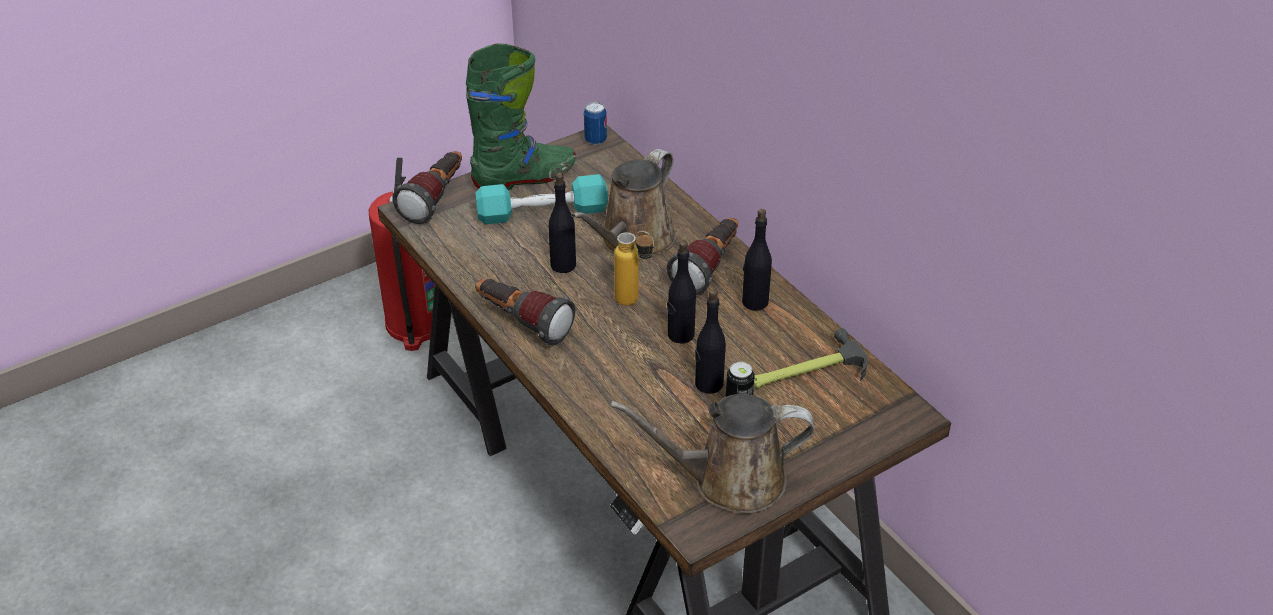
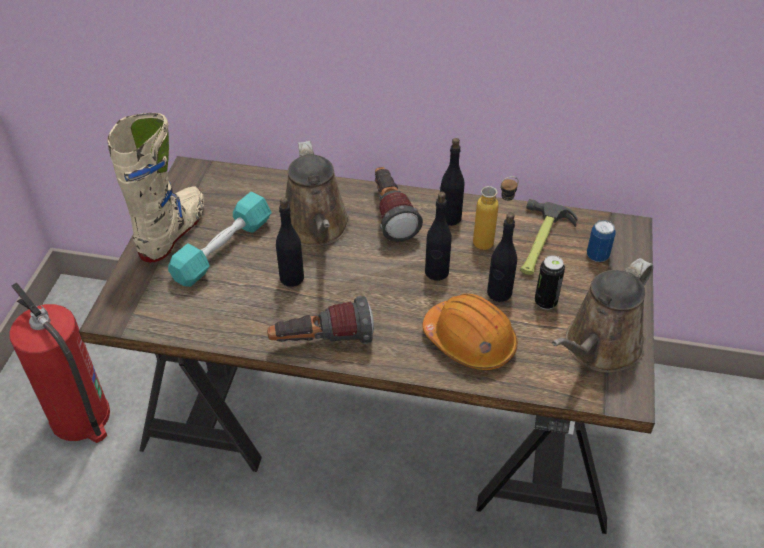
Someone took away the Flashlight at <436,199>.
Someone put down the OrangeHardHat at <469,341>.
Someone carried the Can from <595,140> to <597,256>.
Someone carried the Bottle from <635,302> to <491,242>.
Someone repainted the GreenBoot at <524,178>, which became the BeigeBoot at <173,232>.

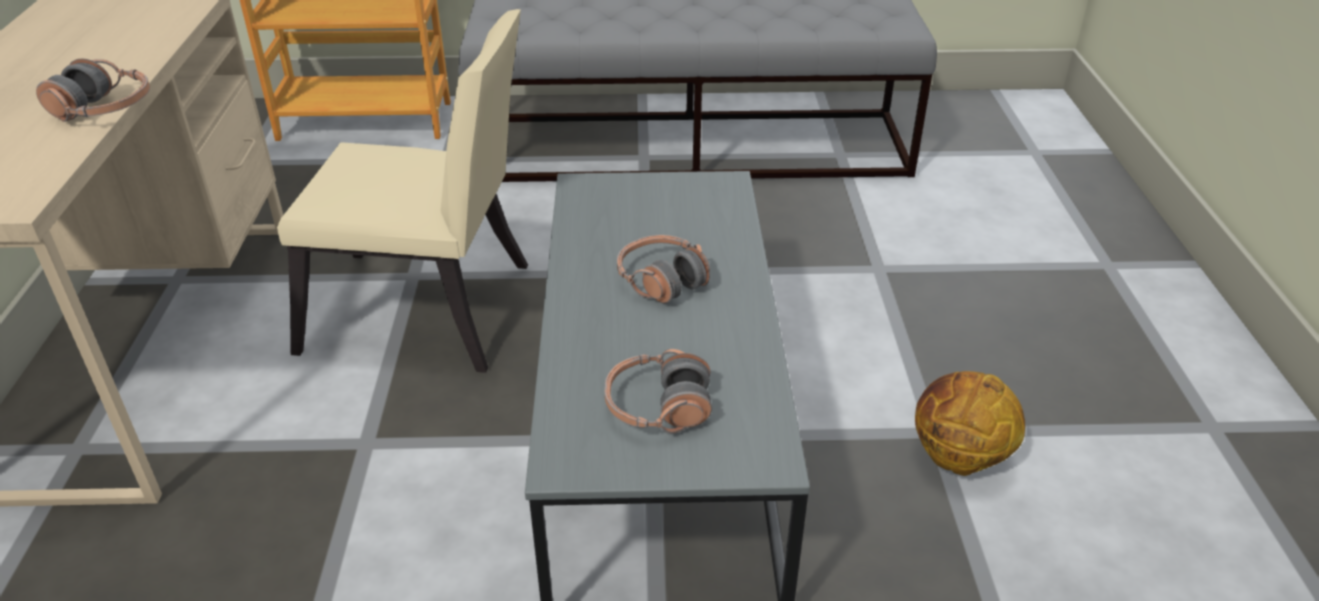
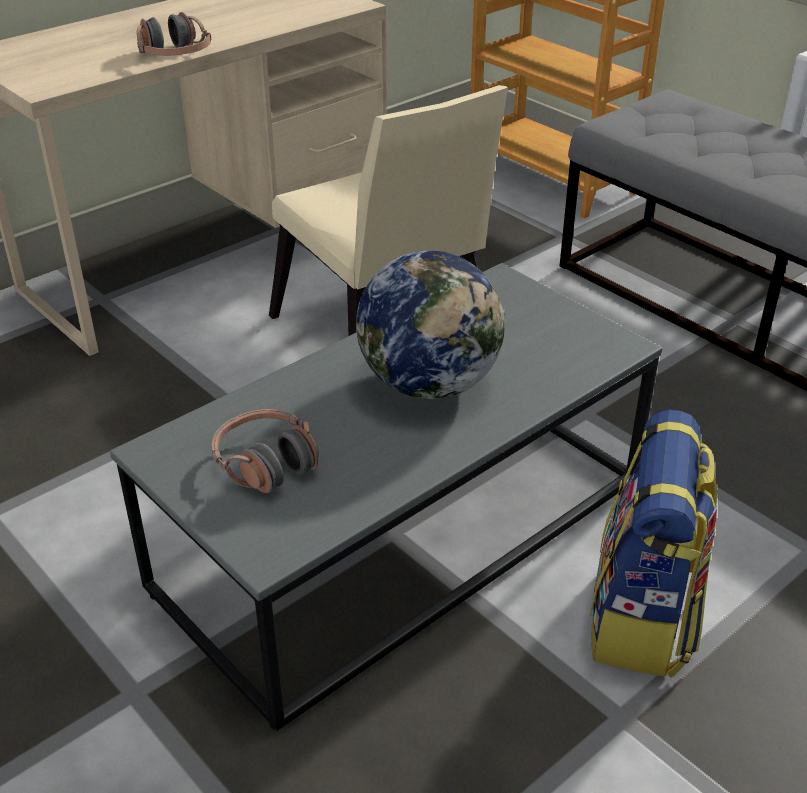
Someone took away the Basketball at <958,458>.
Someone put down the Backpack at <643,618>.
Someone swapped the Headphones at <662,280> for the Globe at <430,383>.

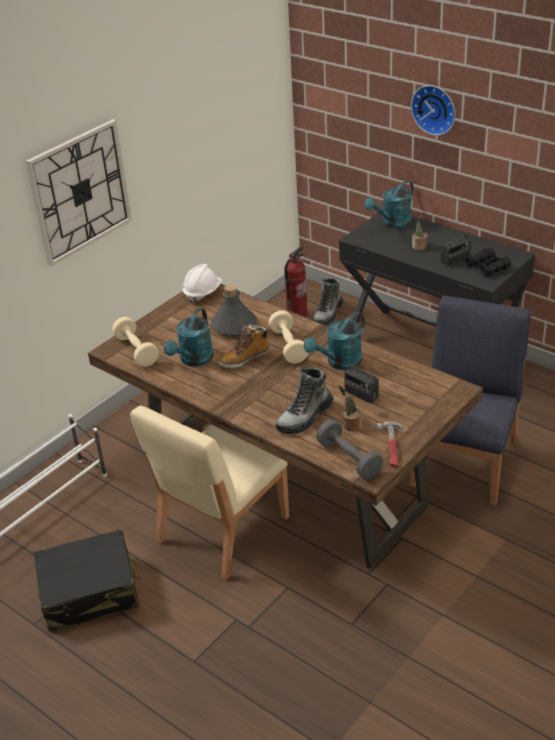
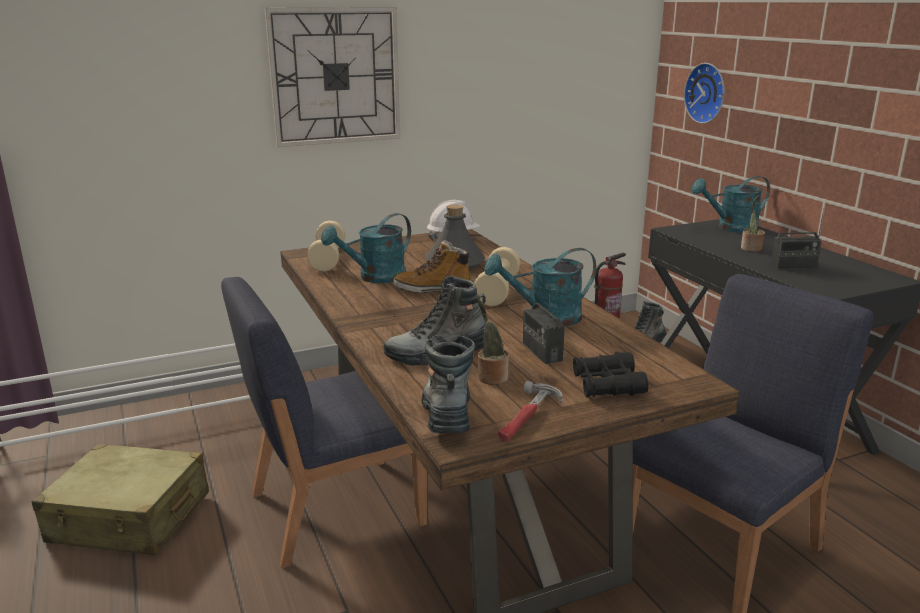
Someone carried the WallClock from <435,109> to <707,93>.
Someone carried the BlackBinoculars from <487,267> to <607,385>.
Someone swapped the GreyDumbbell at <349,459> for the Boot at <447,411>.
Someone repainted the BlackSuitcase at <90,592>, which became the BeigeSuitcase at <130,518>.
Someone repainted the BeigeChair at <221,530>, which became the BlueChair at <333,508>.

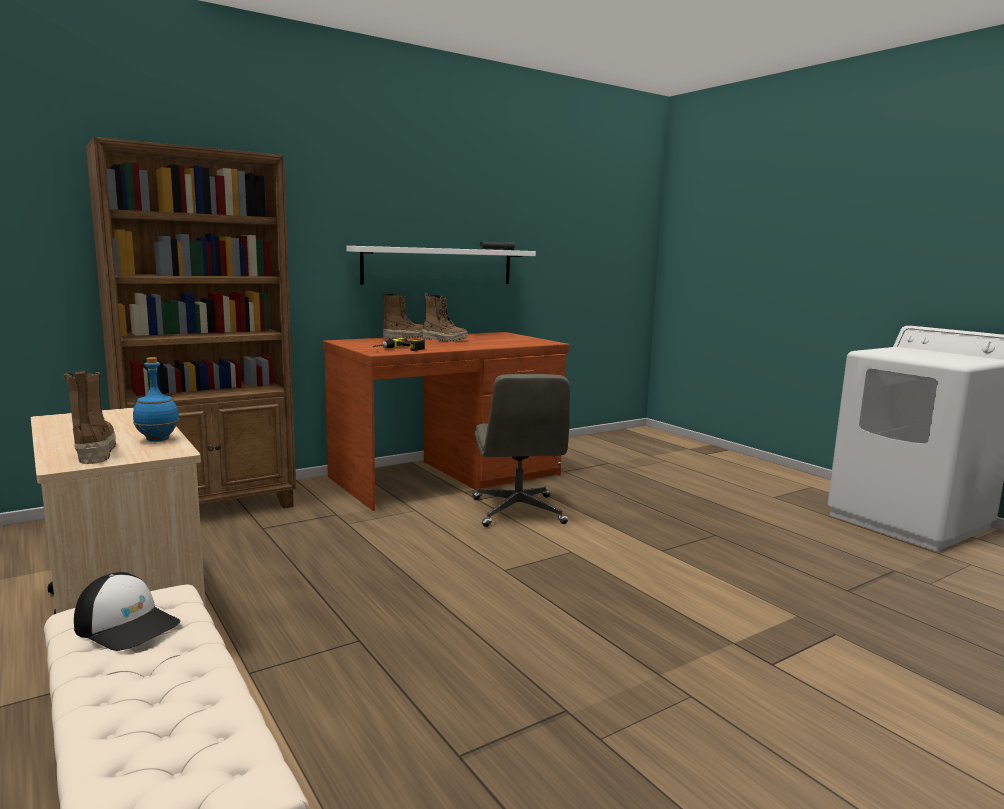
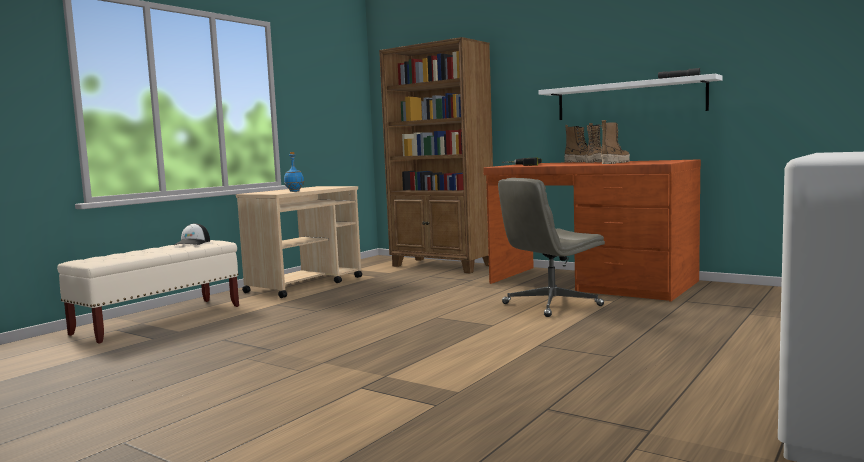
Someone carried the Boot from <94,452> to <615,163>.

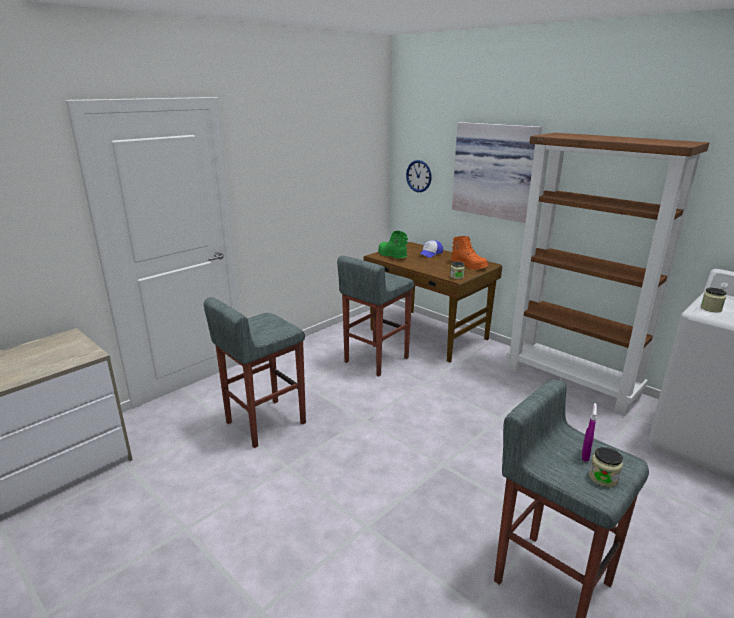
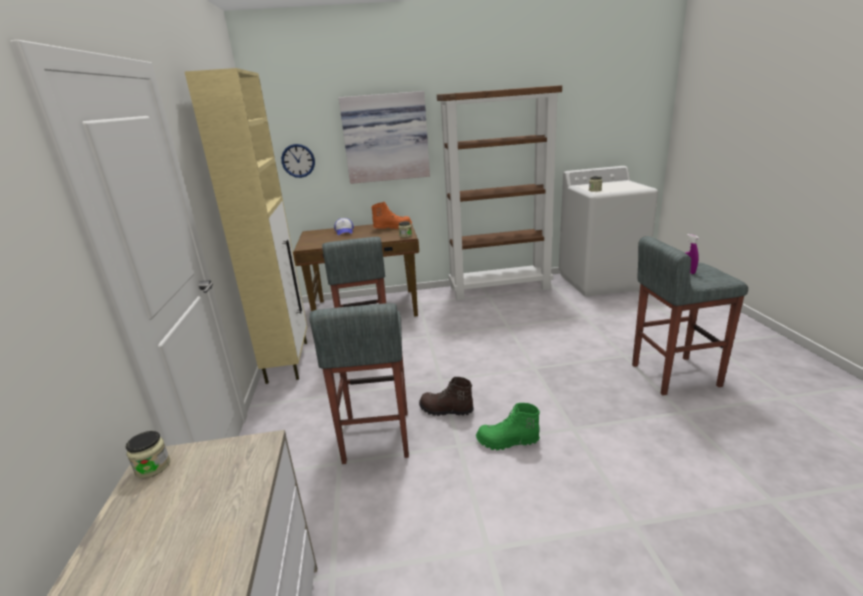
Someone put down the BeigeCabinet at <288,361>.
Someone put down the BrownBoot at <446,410>.
Someone carried the GreenBoot from <391,255> to <507,442>.
Someone carried the Jar from <603,478> to <153,467>.

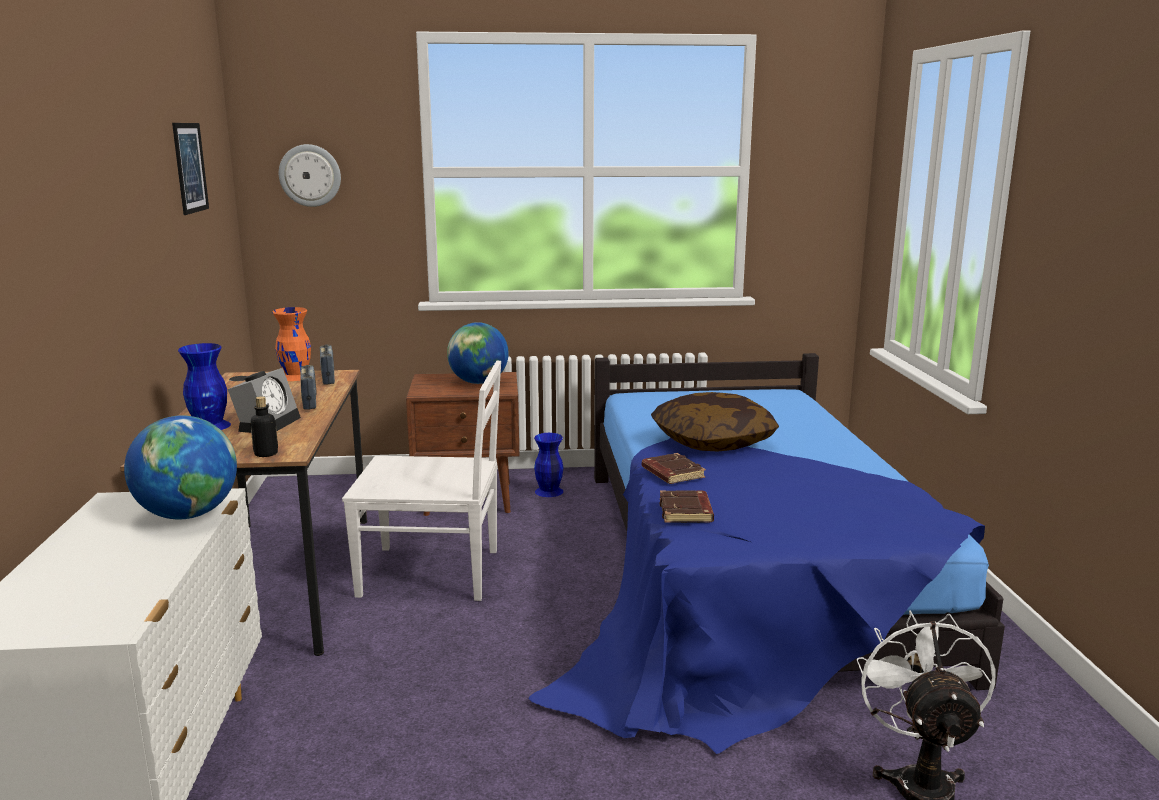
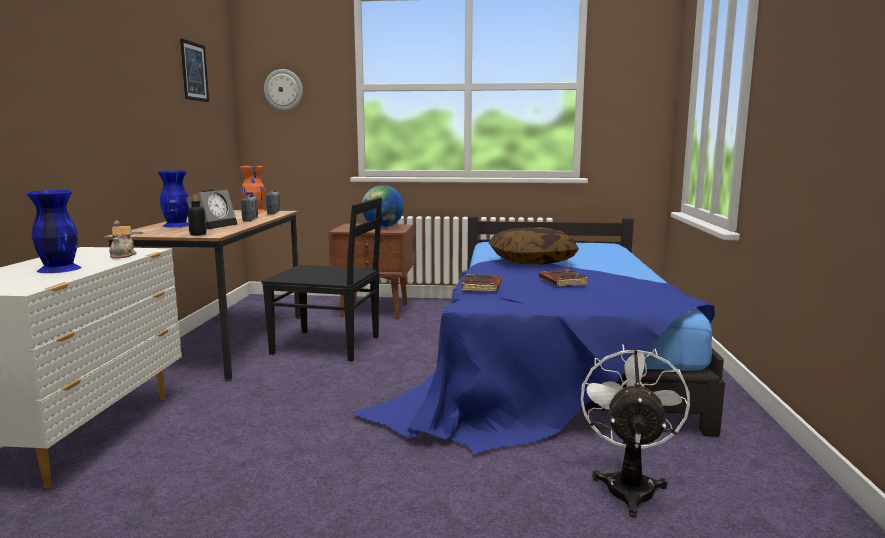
Someone carried the BlueVase from <548,491> to <58,269>.
Someone carried the BrownBook from <671,473> to <561,282>.
Someone swapped the Globe at <188,515> for the Teapot at <123,255>.
Someone repainted the WhiteChair at <433,573>, which became the BlackChair at <329,345>.

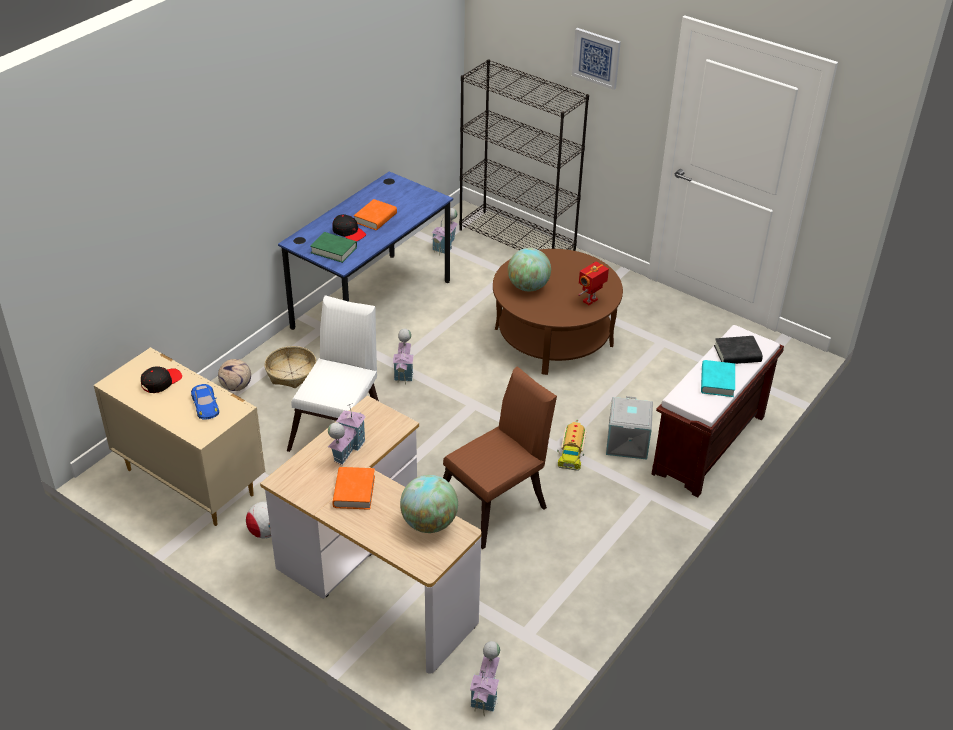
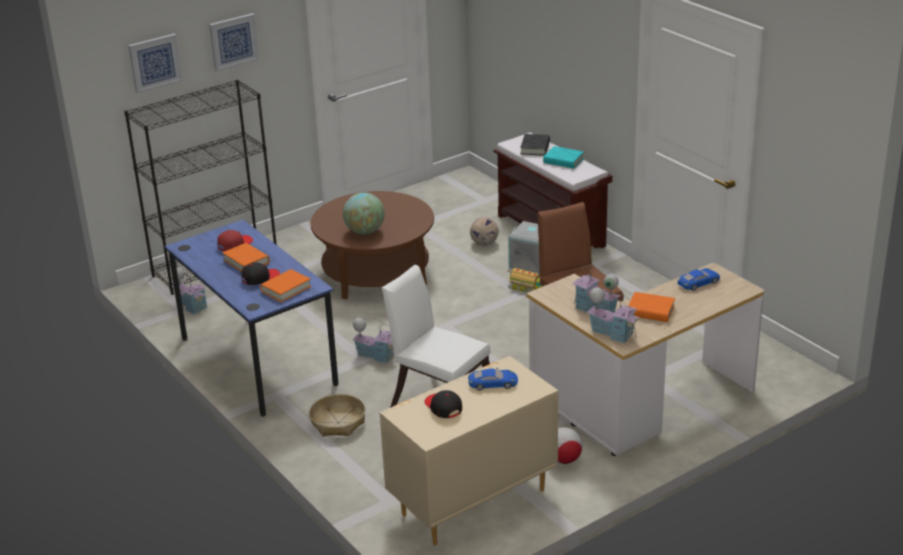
Someone took away the ToyRobot at <591,301>.
Someone put up the Picture at <155,63>.
Someone put down the RedCap at <234,244>.
Someone carried the Football from <236,386> to <484,243>.
Someone carried the ToyHouse from <486,693> to <613,333>.
Someone swapped the Globe at <429,523> for the BlueToyCar at <698,282>.
Someone repainted the GreenBook at <334,250>, which became the OrangeBook at <286,289>.

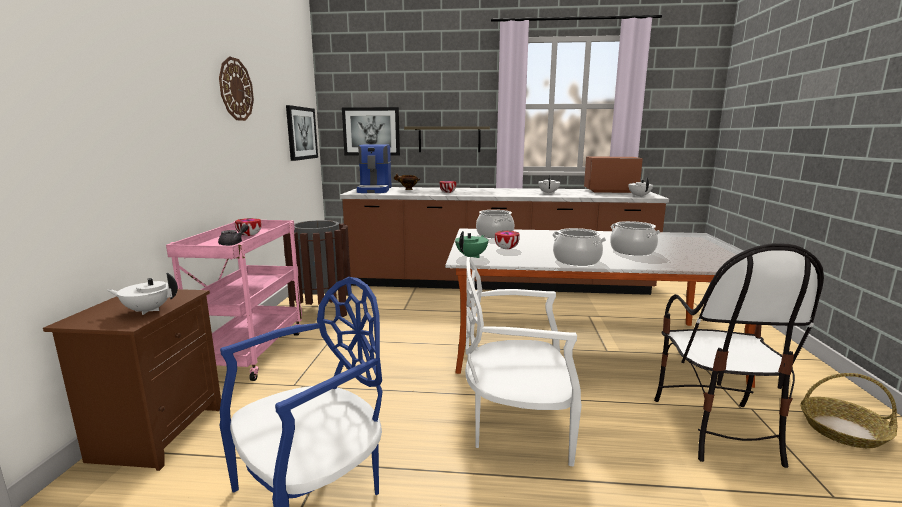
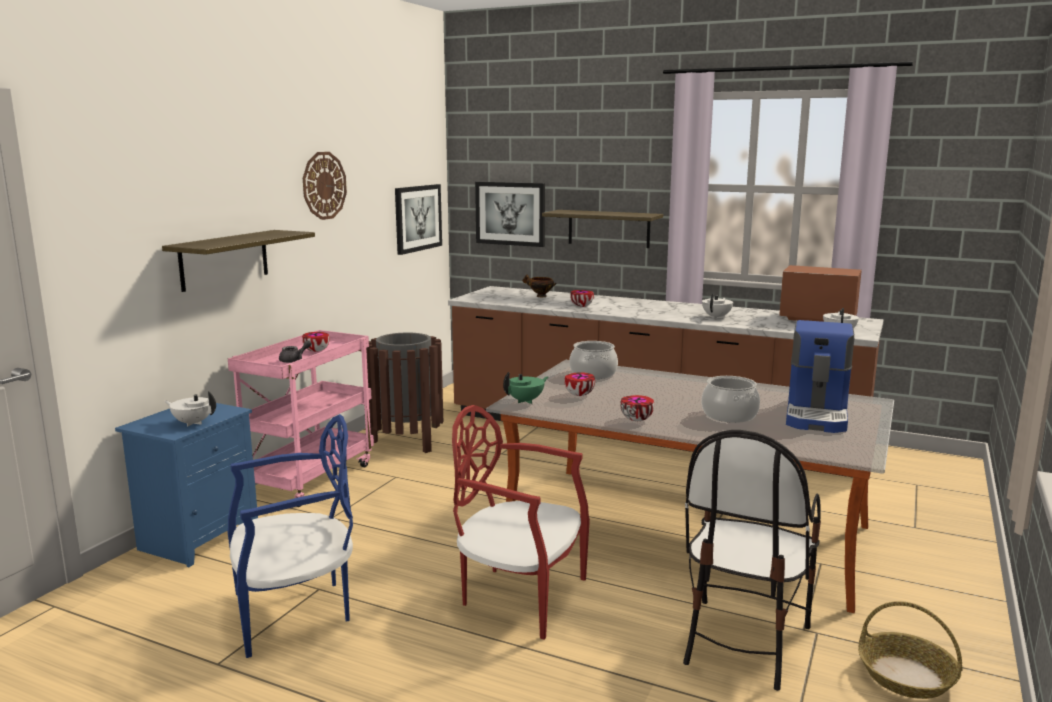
Someone put up the Shelf at <224,260>.
Someone carried the CoffeeMachine from <375,190> to <818,415>.
Someone swapped the CookingPot at <577,260> for the Bowl at <637,420>.
Someone repainted the BrownNightstand at <158,432>, which became the BlueNightstand at <199,537>.
Someone repainted the WhiteChair at <516,427>, which became the RedChair at <519,596>.

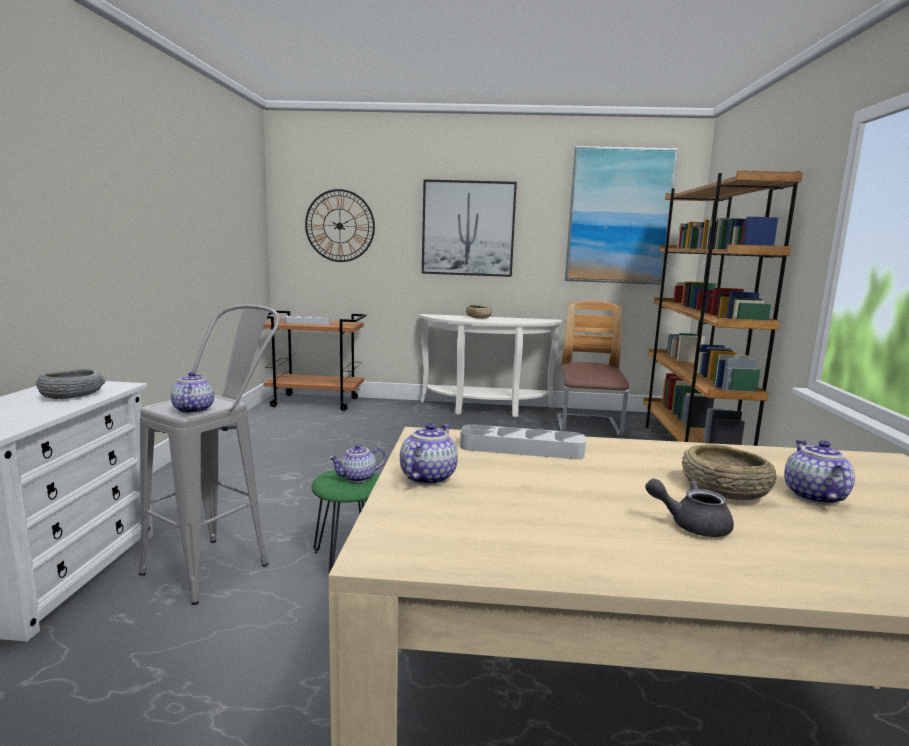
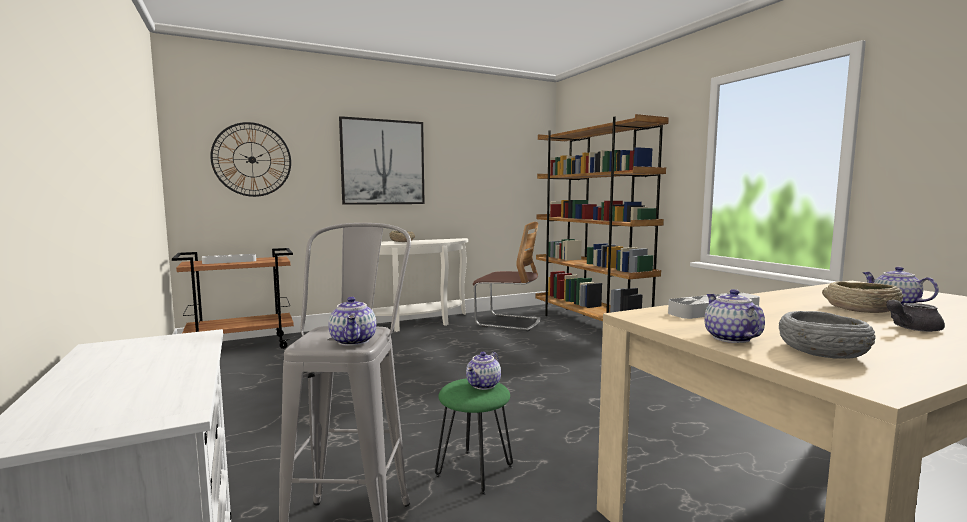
Someone took away the Picture at <619,216>.
Someone carried the GreyBowl from <71,395> to <820,351>.
Someone rotated the Teapot at <192,410> by 150 degrees counterclockwise.
Someone rotated the Chair at <588,427> by 135 degrees clockwise.

